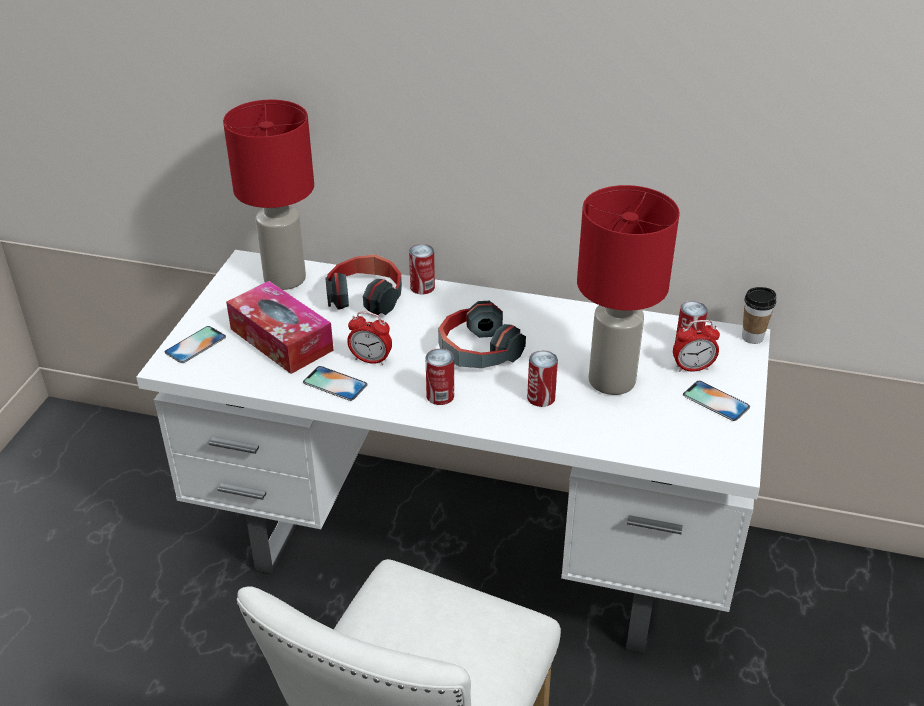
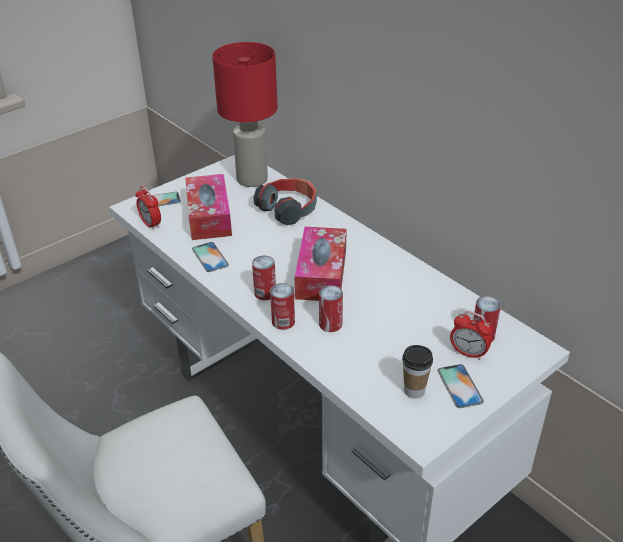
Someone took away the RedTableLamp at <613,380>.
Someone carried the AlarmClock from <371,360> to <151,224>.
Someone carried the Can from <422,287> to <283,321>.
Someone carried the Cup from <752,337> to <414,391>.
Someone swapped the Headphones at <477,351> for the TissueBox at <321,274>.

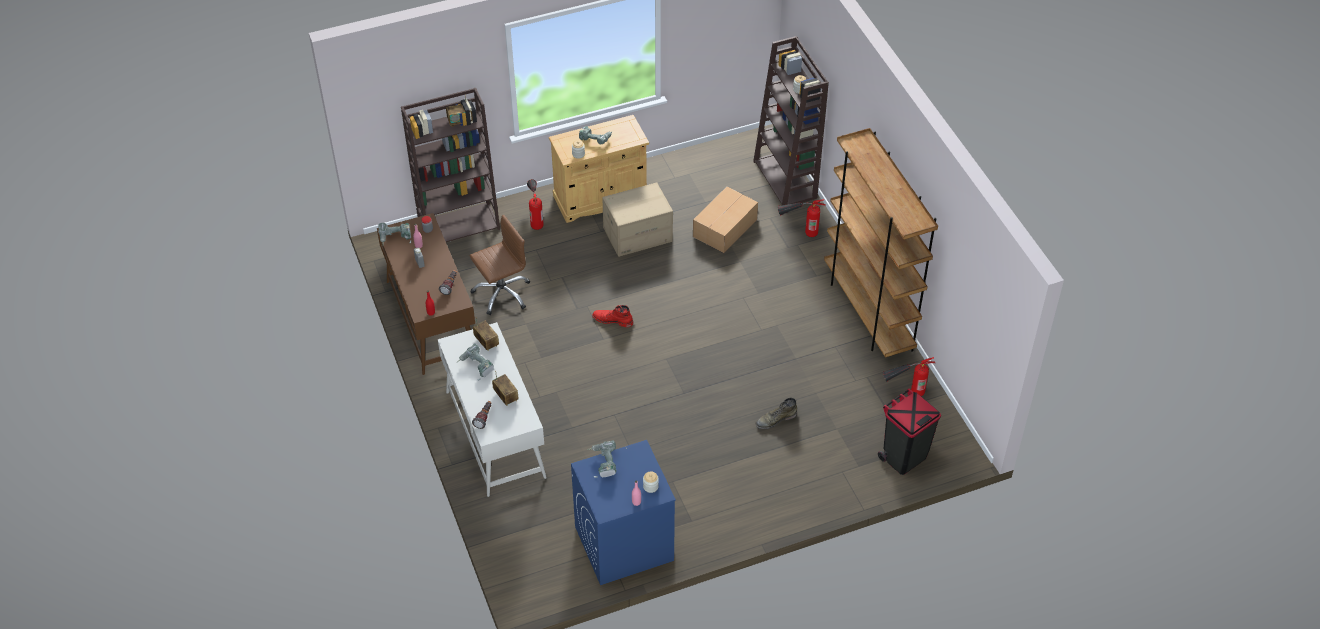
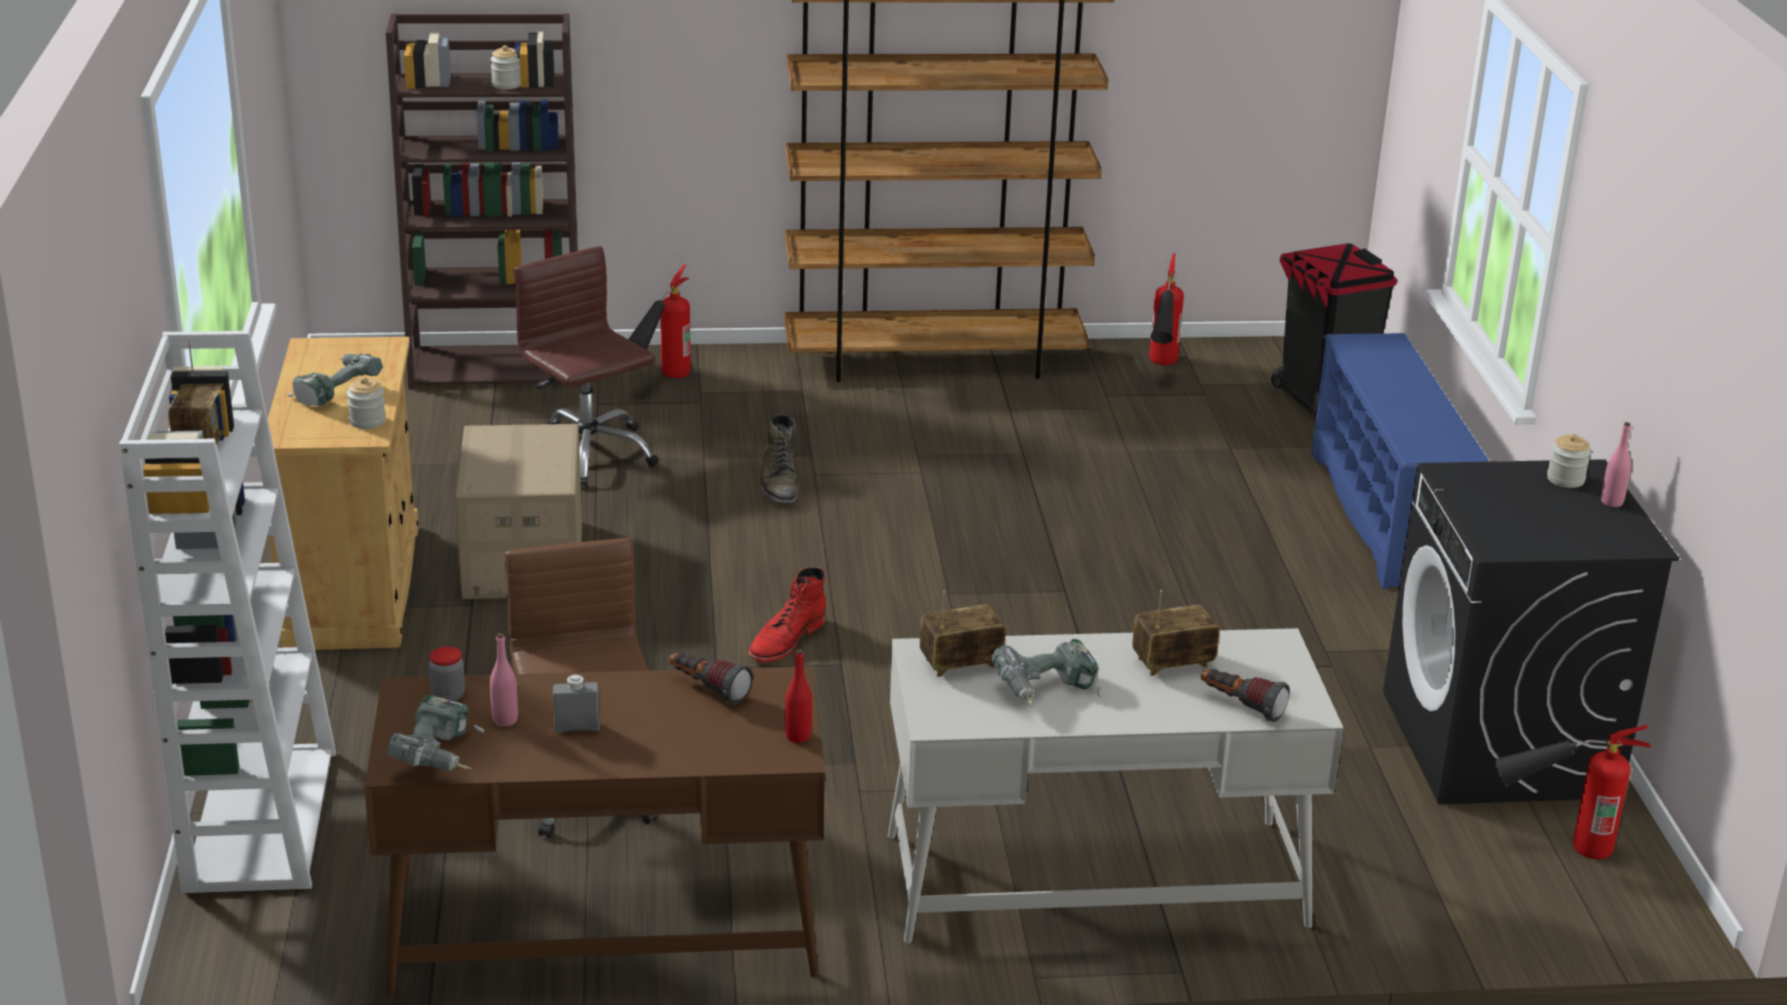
Someone took away the PowerDrill at <603,463>.
Someone put down the BlueShoeRack at <1387,518>.
Someone carried the FireExtinguisher from <535,217> to <1554,844>.
Someone carried the GreenBoot from <775,419> to <779,485>.
Someone swapped the CardboardBox at <726,227> for the BrownOfficeChair at <587,454>.
Someone repainted the BrownBookcase at <459,225>, which became the WhiteBookcase at <259,818>.
Someone repainted the BlueWashingMachine at <623,544>, which became the BlackWashingMachine at <1500,745>.

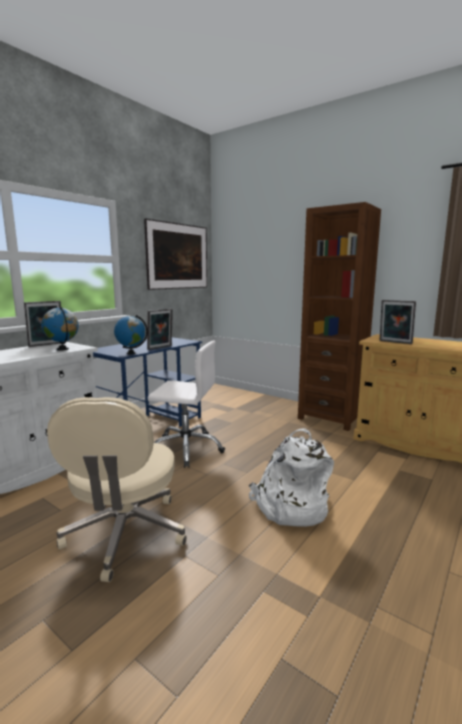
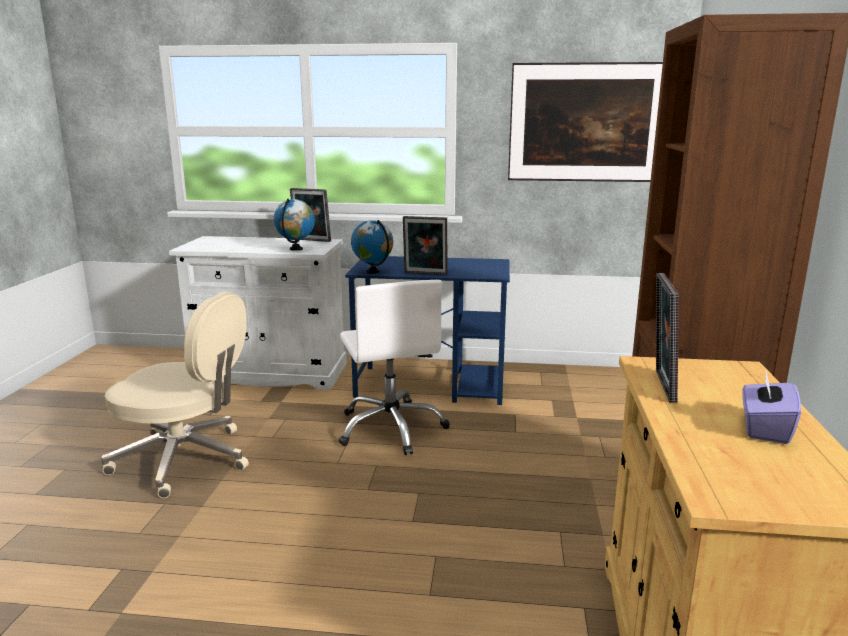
Someone took away the WhiteBackpack at <289,506>.
Someone put down the PurpleTissueBox at <764,429>.
Someone rotated the BeigeOfficeChair at <125,534> by 135 degrees counterclockwise.

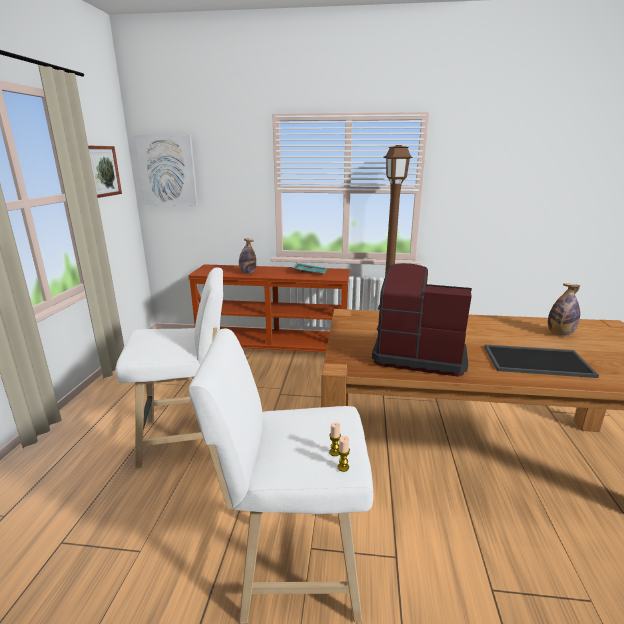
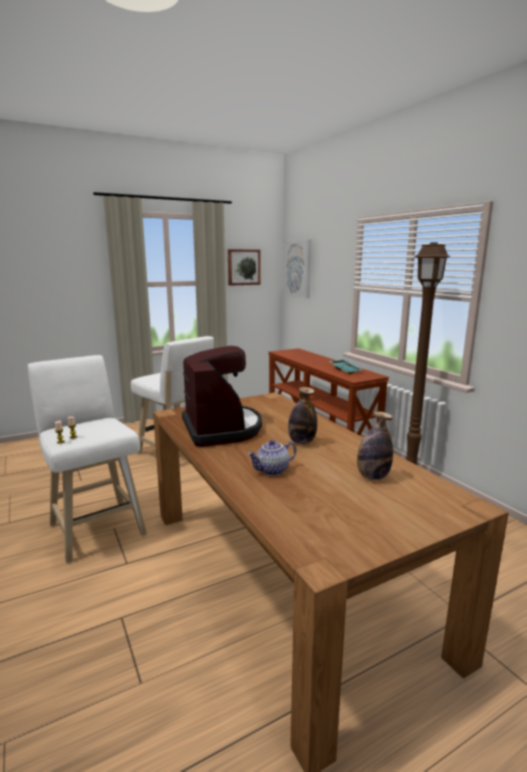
Someone carried the Bottle from <247,273> to <301,442>.
Someone swapped the Tray at <537,360> for the Teapot at <272,471>.

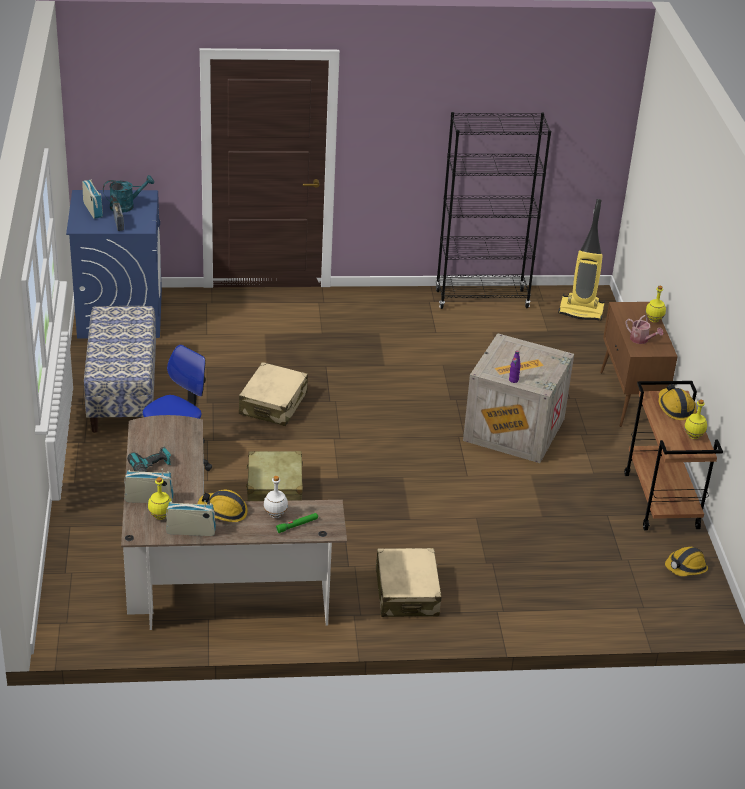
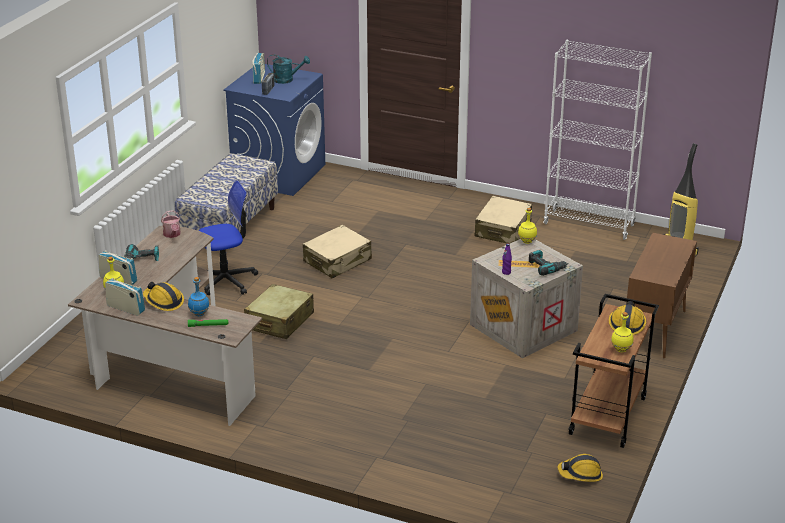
Someone put down the PowerDrill at <546,267>.
Someone carried the BeigeSuitcase from <407,593> to <503,229>.
Someone carried the WateringCan from <641,340> to <172,235>.
Someone carried the YellowBottle from <653,320> to <526,242>.
Someone repainted the WhiteBottle at <275,515>, which became the BlueBottle at <199,314>.
Someone repainted the BlackBookcase at <482,299>, which became the WhiteBookcase at <589,224>.

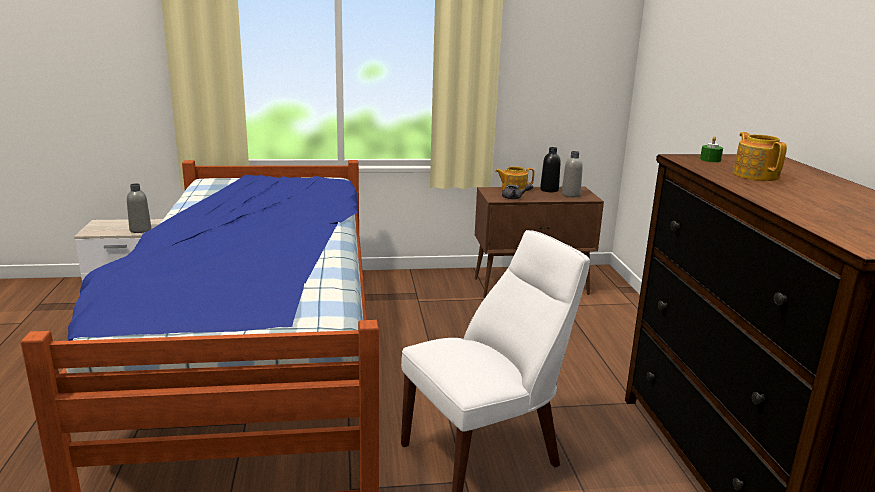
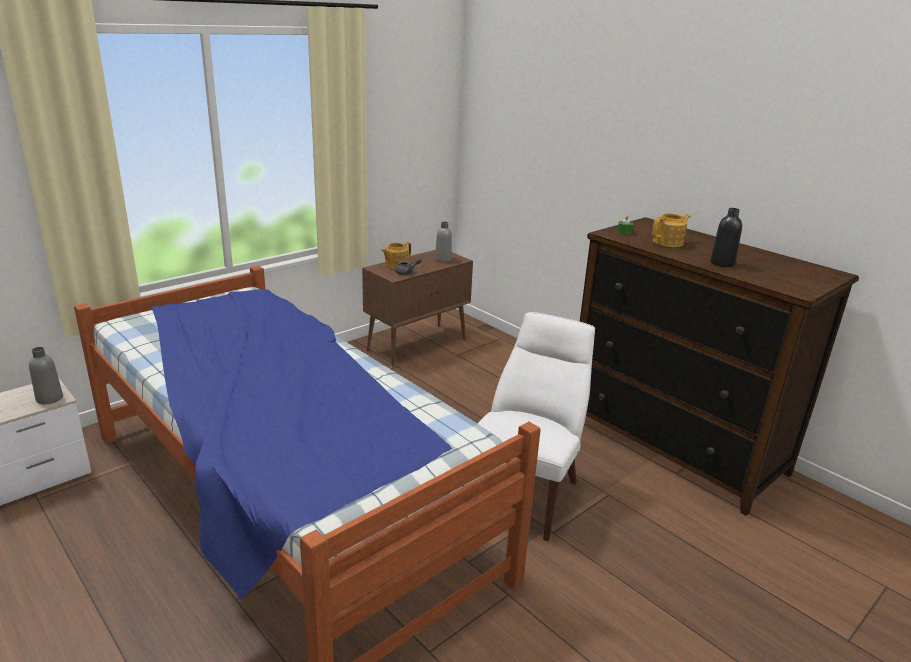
Someone carried the BlackBottle from <549,190> to <722,263>.
Someone rotated the Teapot at <755,175> by 105 degrees clockwise.

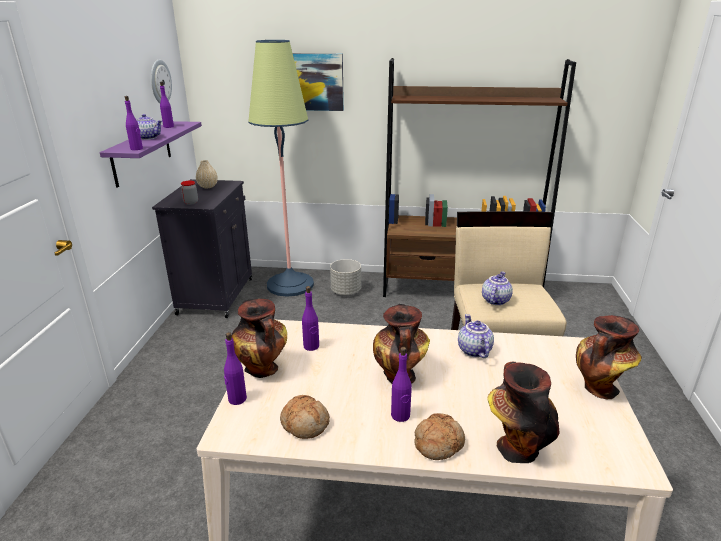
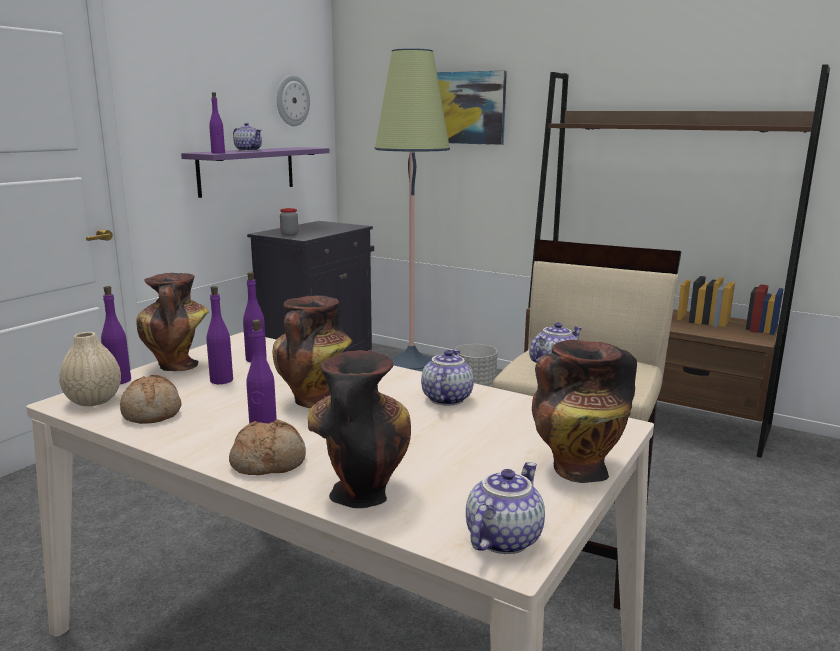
Someone put down the Teapot at <502,538>.
Someone carried the PurpleBottle from <168,126> to <222,380>.
Someone carried the BeigeVase from <208,186> to <93,400>.

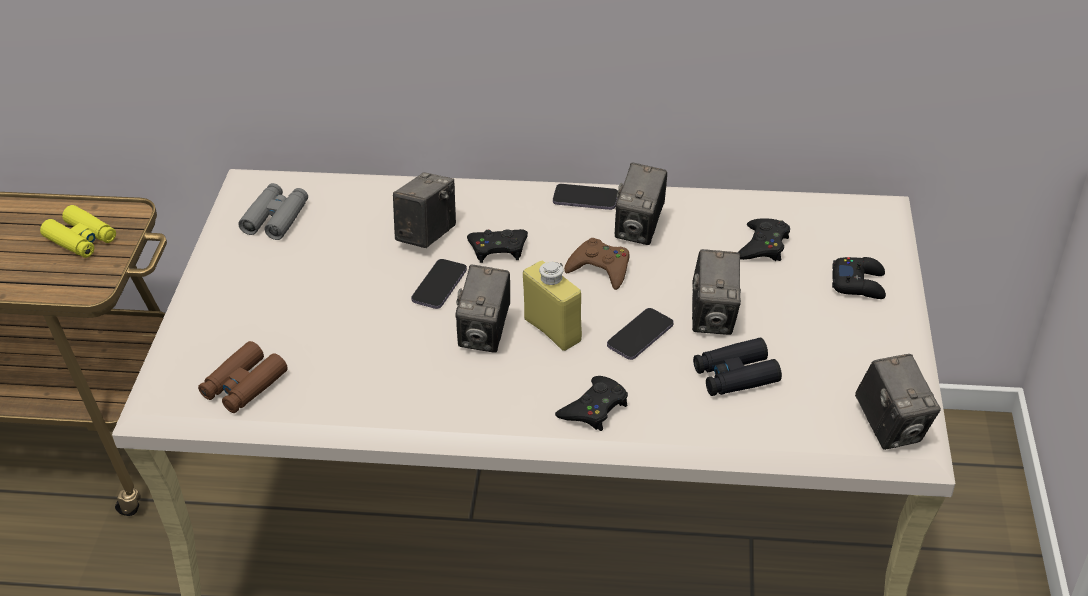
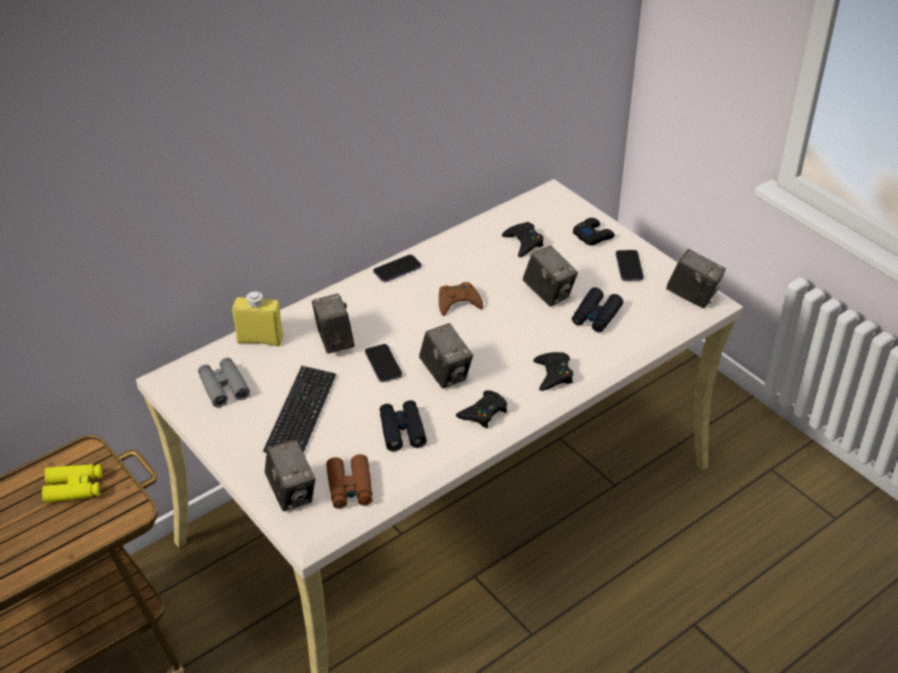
Someone put down the Keyboard at <301,414>.
Someone put down the BlackBinoculars at <402,430>.
Someone carried the BlackGameController from <498,249> to <483,413>.
Someone carried the YellowBottle from <552,330> to <260,339>.
Someone carried the Phone from <640,336> to <629,267>.
Someone carried the PhotoCamera from <640,228> to <291,493>.

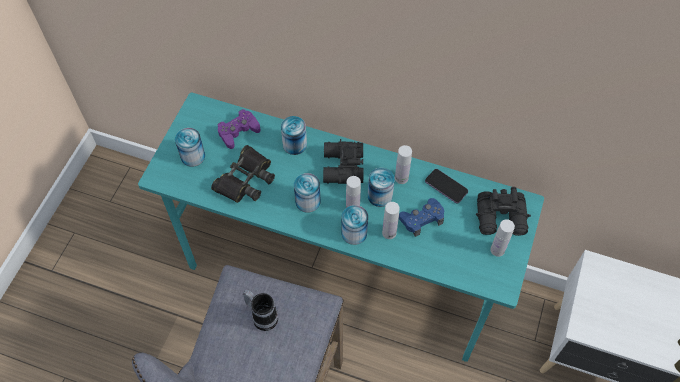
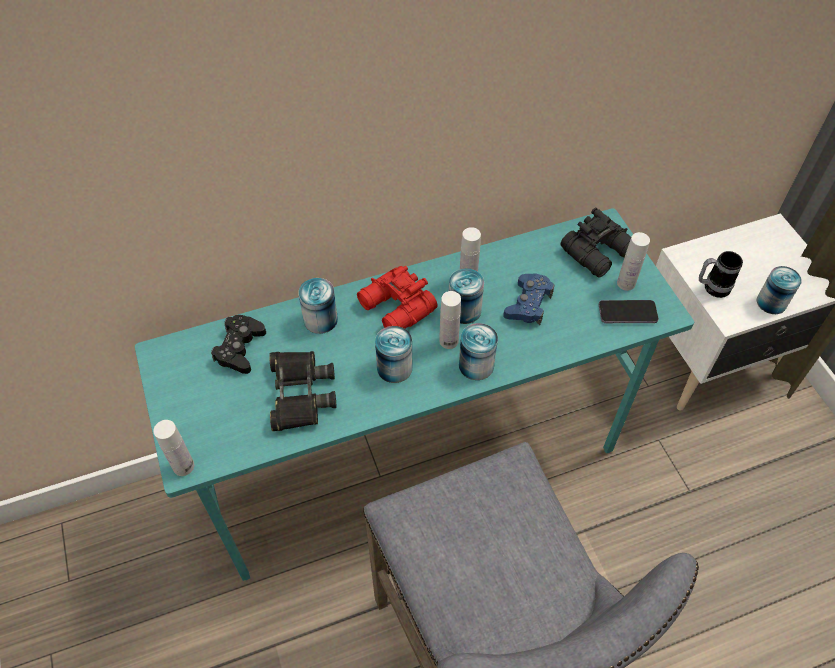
Someone carried the Can from <193,156> to <771,302>.
Someone carried the Mug from <261,316> to <711,288>.
Someone carried the WhiteBottle from <389,233> to <183,466>.
Someone carried the Phone from <446,186> to <627,313>.
Someone repainted the PurpleGameController at <238,131>, which became the BlackGameController at <240,348>.
Someone repainted the BlackBinoculars at <342,167>, which became the RedBinoculars at <396,309>.

